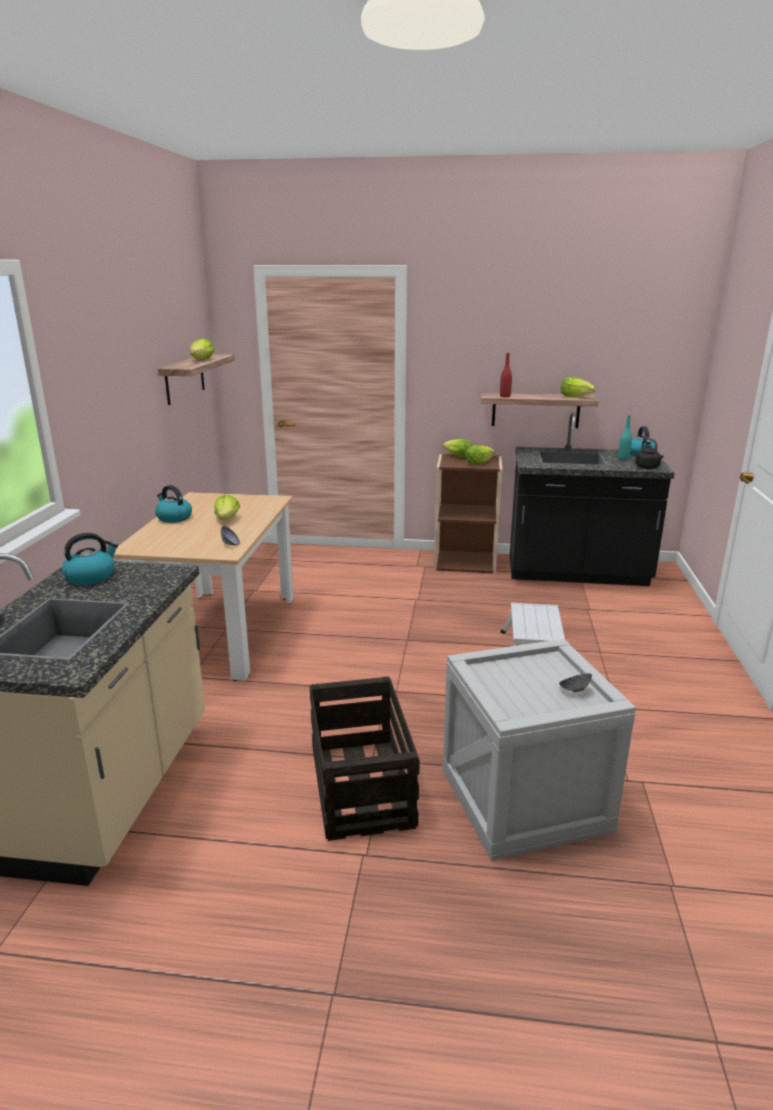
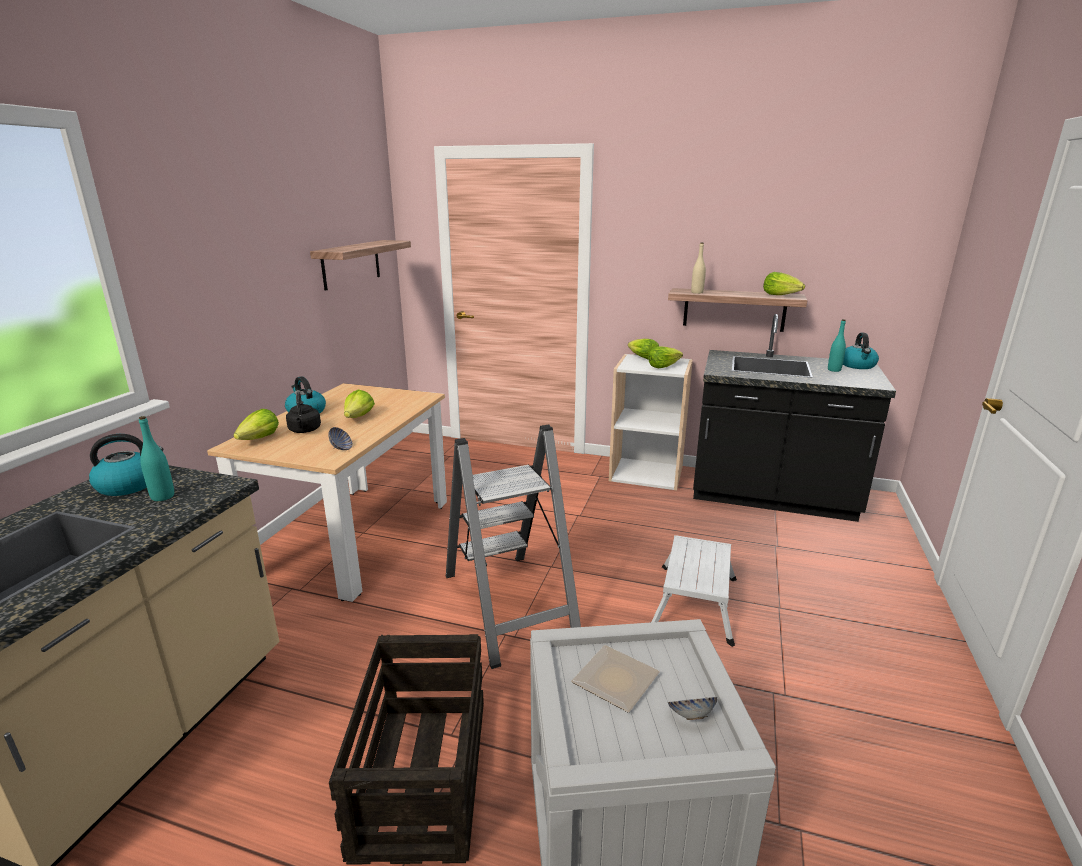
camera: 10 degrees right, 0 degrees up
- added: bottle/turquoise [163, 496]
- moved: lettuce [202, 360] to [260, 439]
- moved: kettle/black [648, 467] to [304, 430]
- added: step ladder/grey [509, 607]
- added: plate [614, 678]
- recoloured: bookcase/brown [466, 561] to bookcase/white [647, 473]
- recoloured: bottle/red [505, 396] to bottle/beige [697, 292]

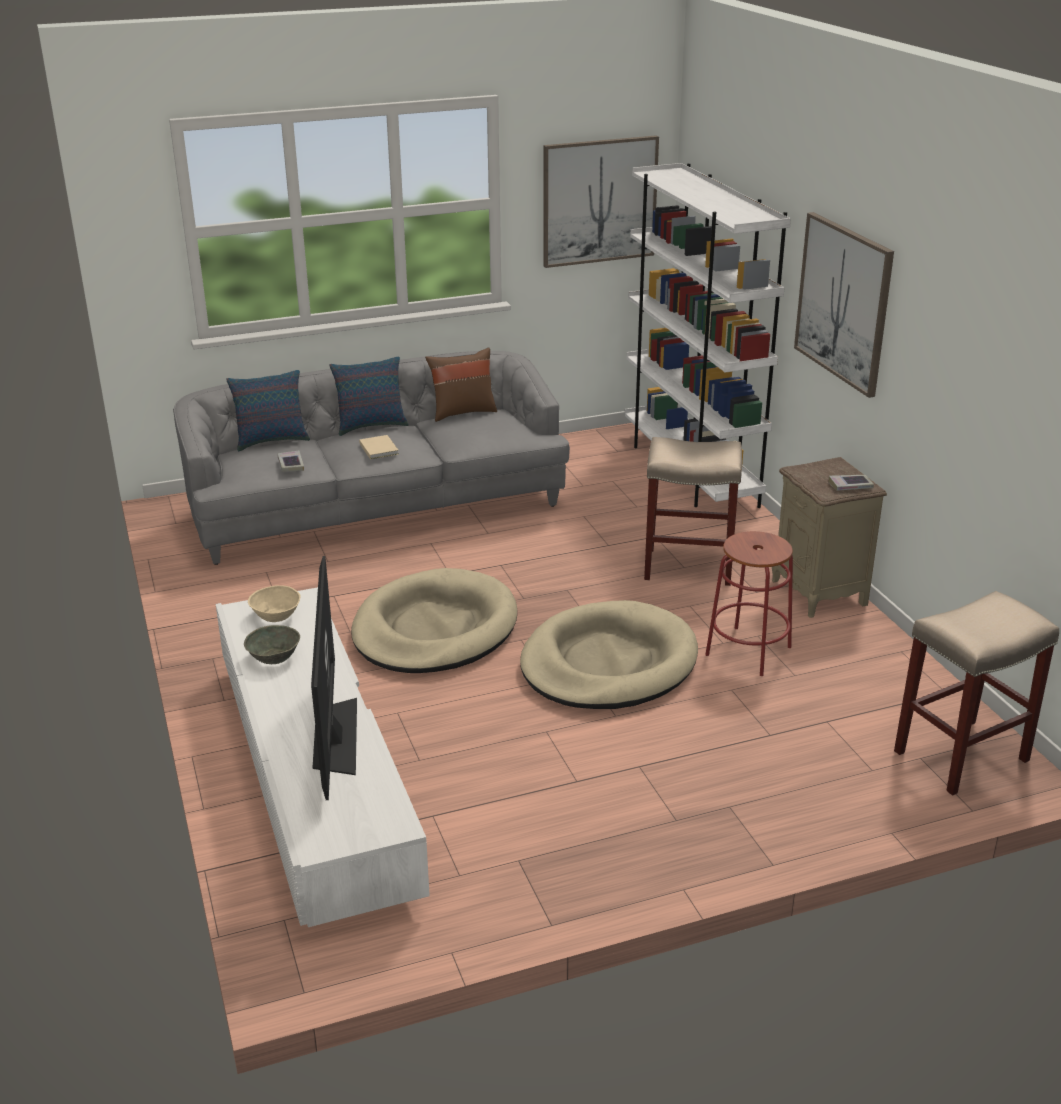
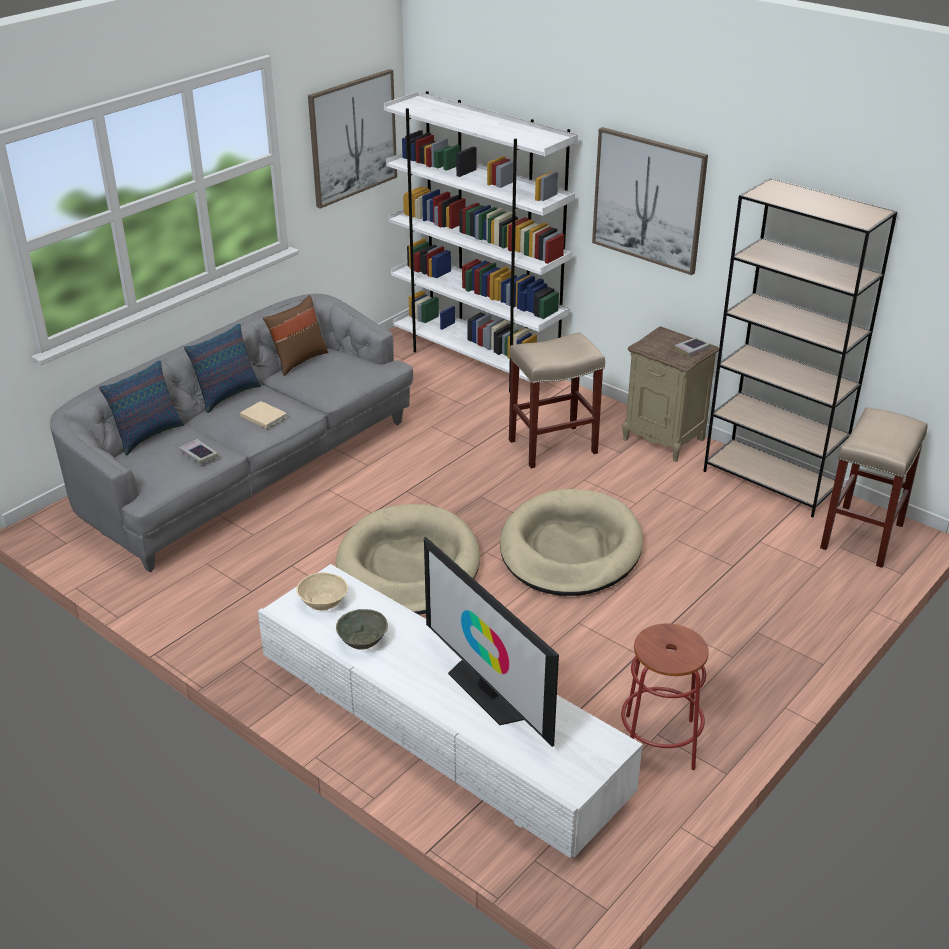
camera: 30 degrees left, 5 degrees up
- moved: stool/red [748, 651] to [659, 741]
- added: bookcase/beige [771, 481]

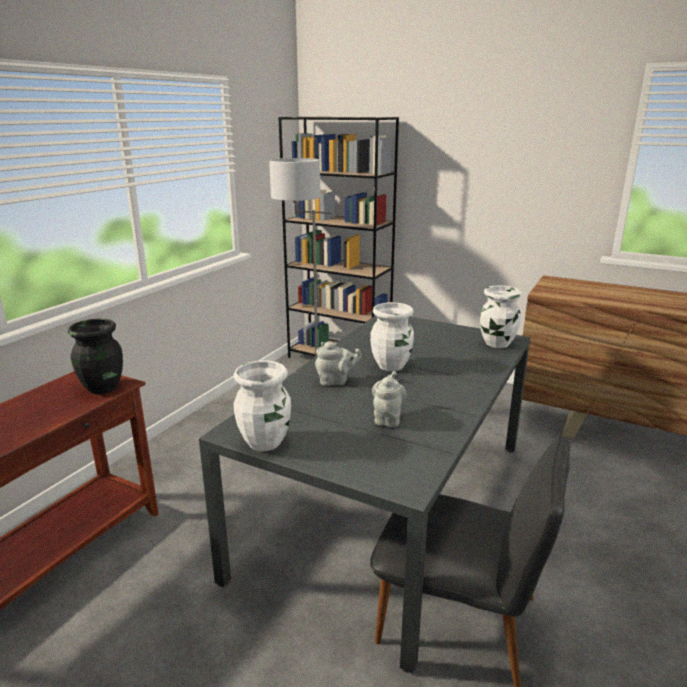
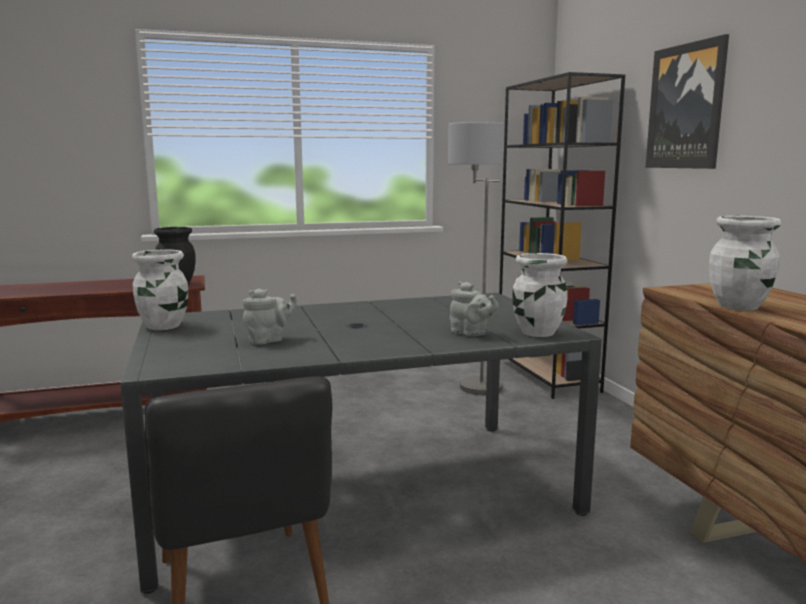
camera: 45 degrees right, 10 degrees down
- moved: teapot/grey [336, 381] to [471, 333]
- added: picture [686, 107]
- moved: vase/white [391, 366] to [739, 306]

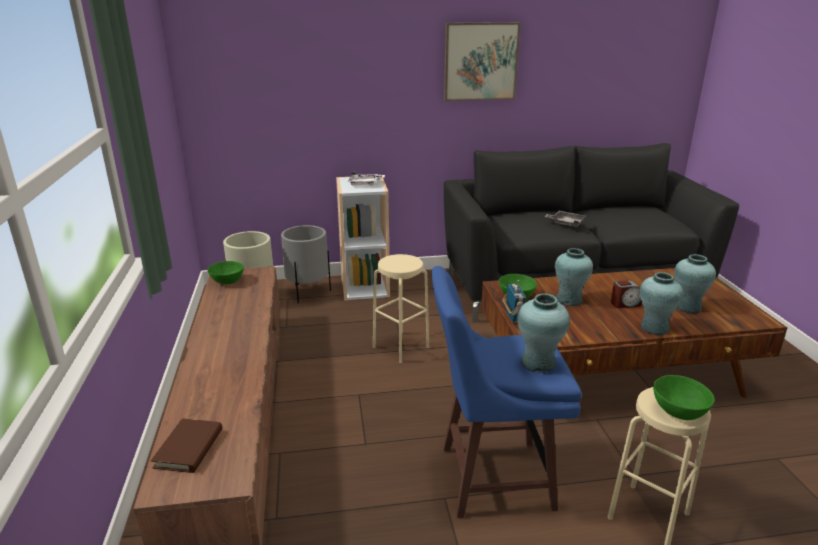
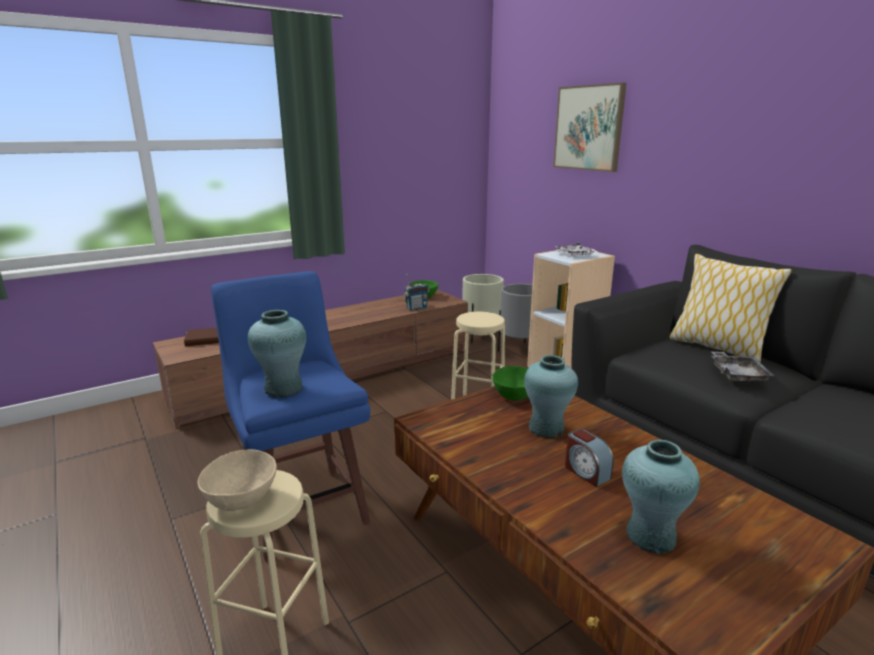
camera: 65 degrees right, 5 degrees down
- recoloured: bowl/green [677, 411] to bowl/beige [243, 499]
- moved: radio [513, 317] to [416, 308]
- moved: picture [480, 61] to [589, 128]
- added: pillow [717, 348]
- removed: vase/turquoise [654, 328]

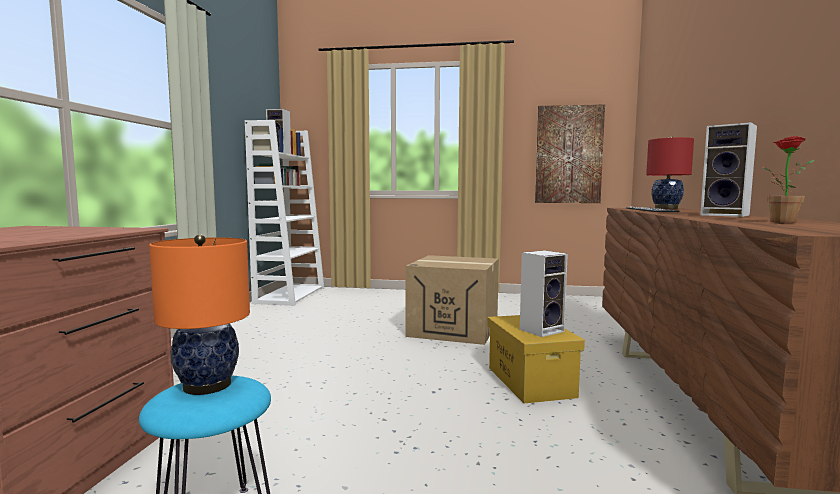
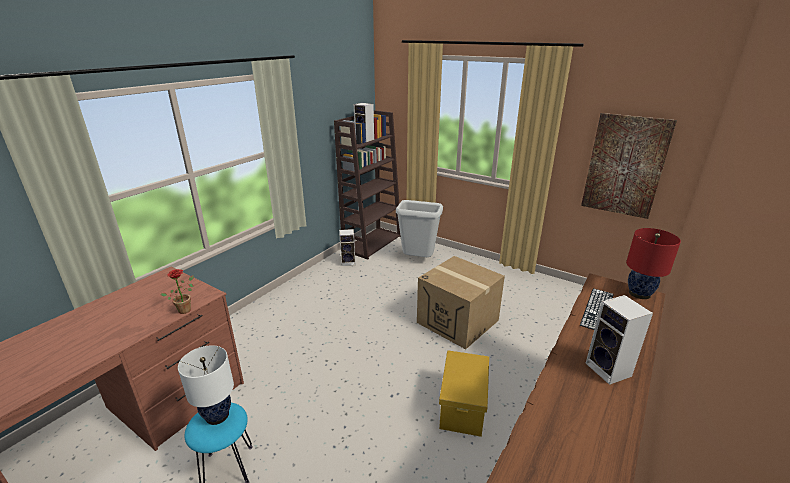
camera: 25 degrees right, 20 degrees up
- moved: potted plant [778, 222] to [186, 309]
- recoloured: table lamp/orange [207, 385] to table lamp/white [217, 415]
- recoloured: bookcase/white [290, 295] to bookcase/brown [372, 243]
- moved: speaker [542, 330] to [349, 262]
- added: trash can/grey [418, 260]

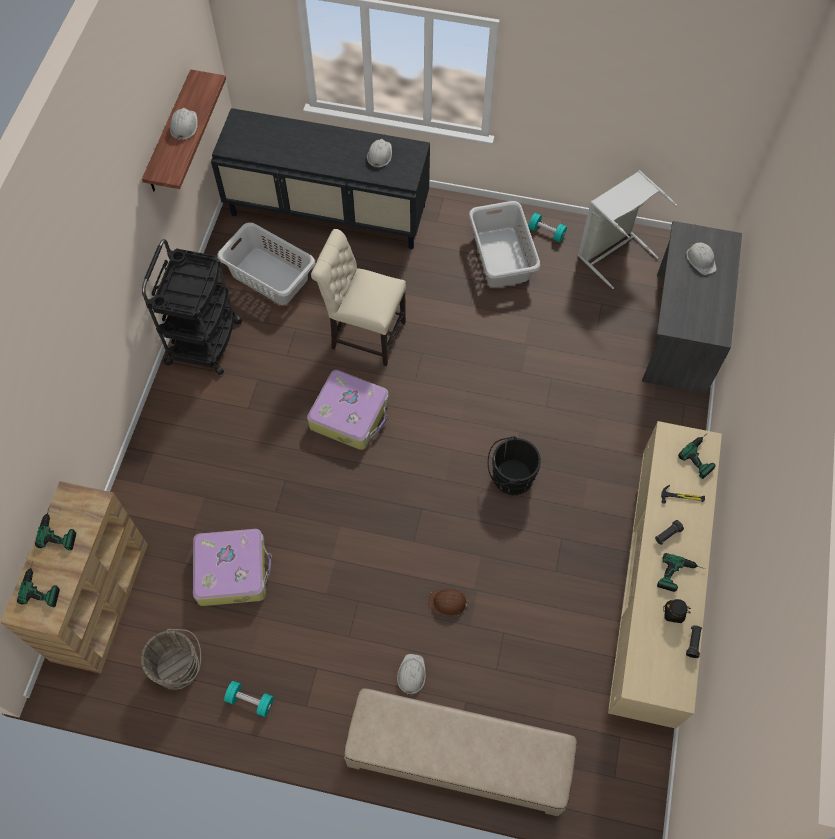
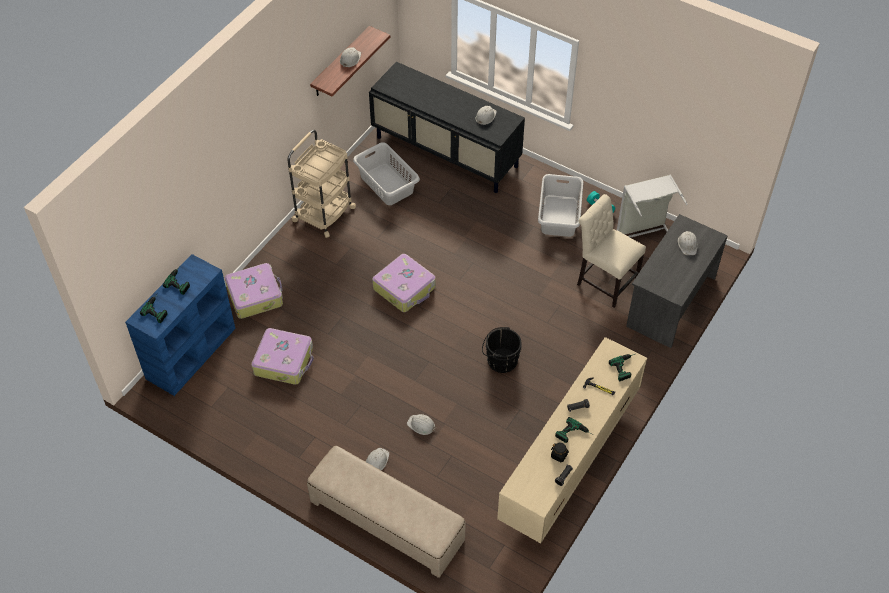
camera: 20 degrees right, 10 degrees down
- recoloured: bookcase/brown [99, 601] to bookcase/blue [190, 353]
- added: suitcase [255, 295]
- recoloured: cart/black [204, 342] to cart/beige [324, 214]
- recoloured: hard hat/brown [448, 603] to hard hat/white [421, 425]
- moved: chair/beige [363, 333] to [604, 281]
- removed: bucket/grey [180, 667]
- removed: dumbbell/turquoise [250, 701]

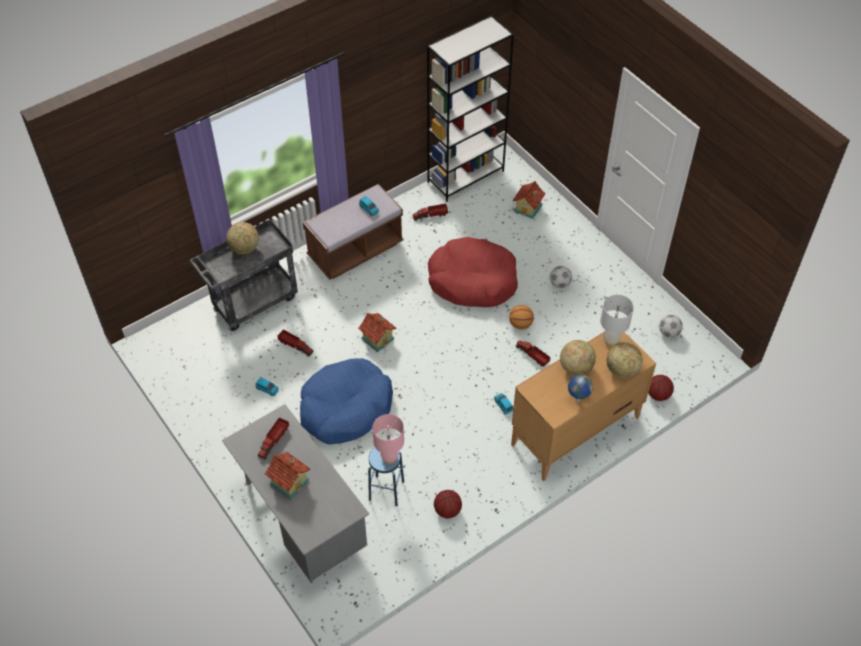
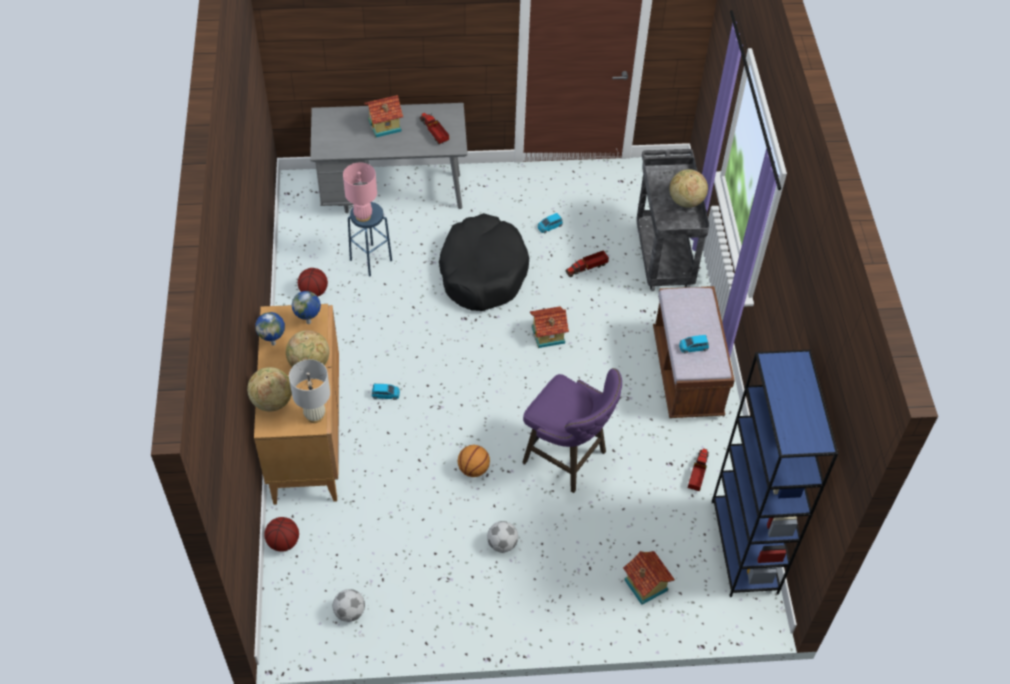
camera: 120 degrees right, 0 degrees up
- added: globe [309, 322]
- recoloured: dog bed/blue [345, 408] to dog bed/black [482, 272]
- replaced: dog bed/red [472, 280] to stool/purple [568, 459]
- recoloured: bookcase/white [465, 176] to bookcase/blue [745, 547]
- removed: toy truck [533, 355]

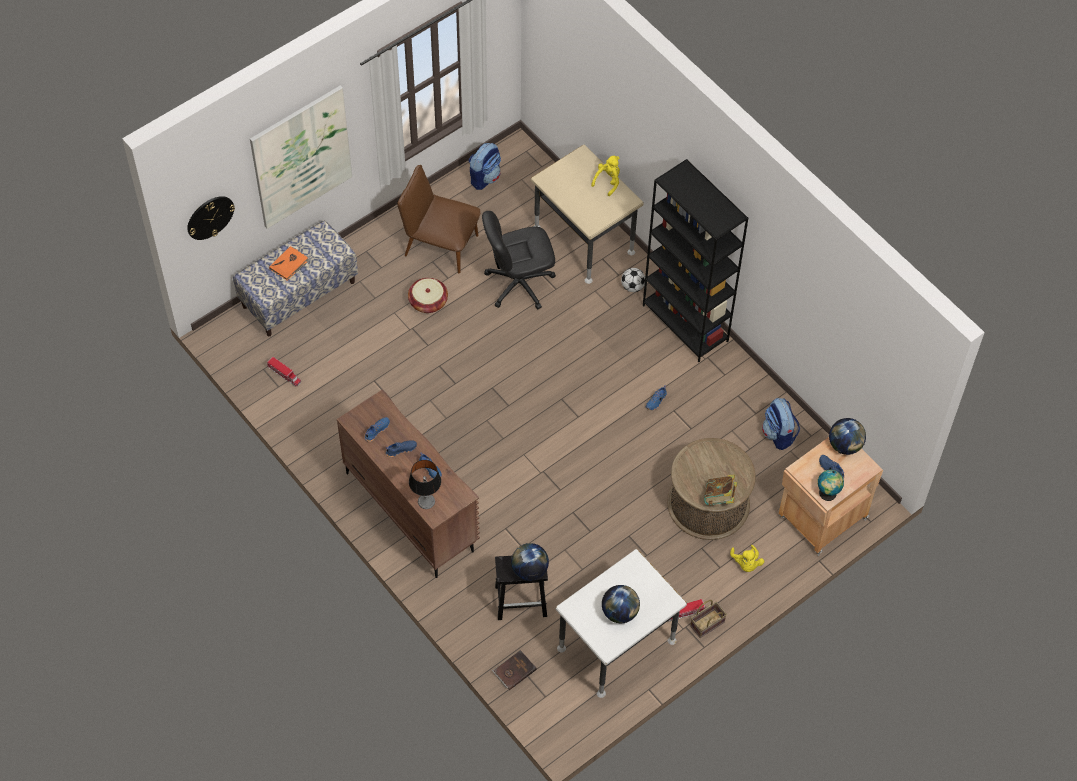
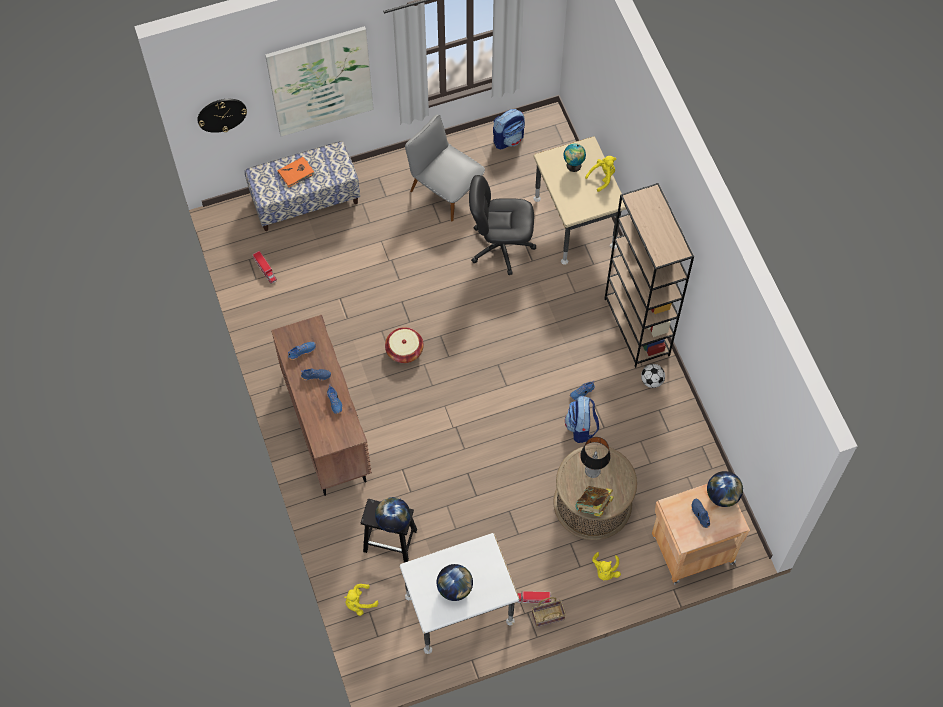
camera: 20 degrees right, 5 degrees up
- replaced: book/brown [514, 670] to plush toy/yellow [359, 603]
- moved: basket [428, 302] to [404, 350]
- recoloured: chair/brown [441, 245] to chair/grey [446, 191]
- moved: globe [827, 494] to [573, 166]
- moved: backpack [778, 434] to [581, 427]
- moved: table lamp [426, 501] to [592, 470]
- recoloured: bookcase/black [686, 323] to bookcase/beige [637, 327]
- moved: football [632, 286] to [651, 381]

